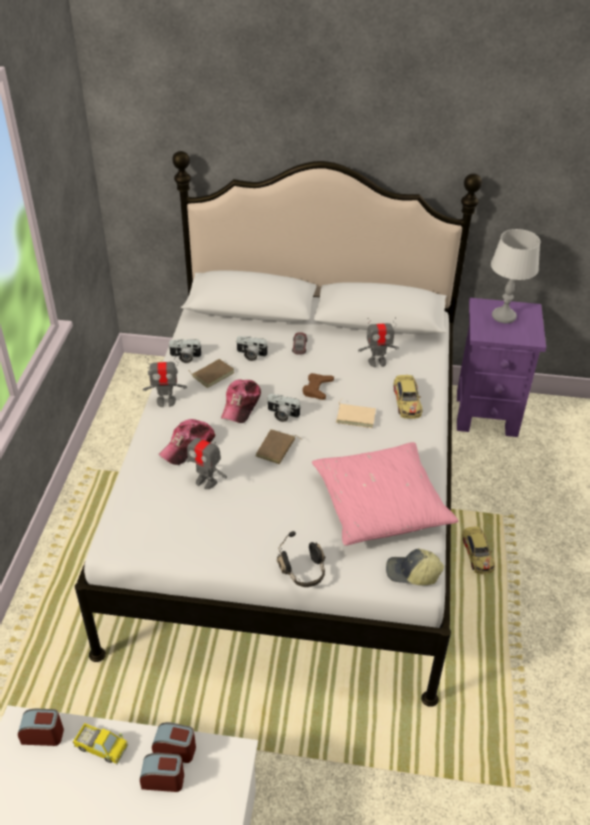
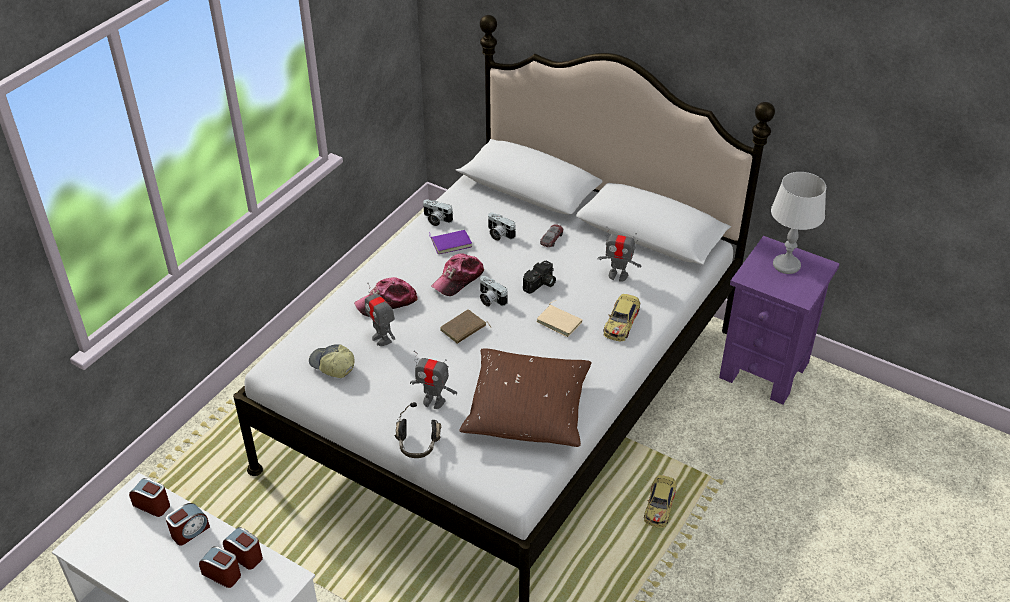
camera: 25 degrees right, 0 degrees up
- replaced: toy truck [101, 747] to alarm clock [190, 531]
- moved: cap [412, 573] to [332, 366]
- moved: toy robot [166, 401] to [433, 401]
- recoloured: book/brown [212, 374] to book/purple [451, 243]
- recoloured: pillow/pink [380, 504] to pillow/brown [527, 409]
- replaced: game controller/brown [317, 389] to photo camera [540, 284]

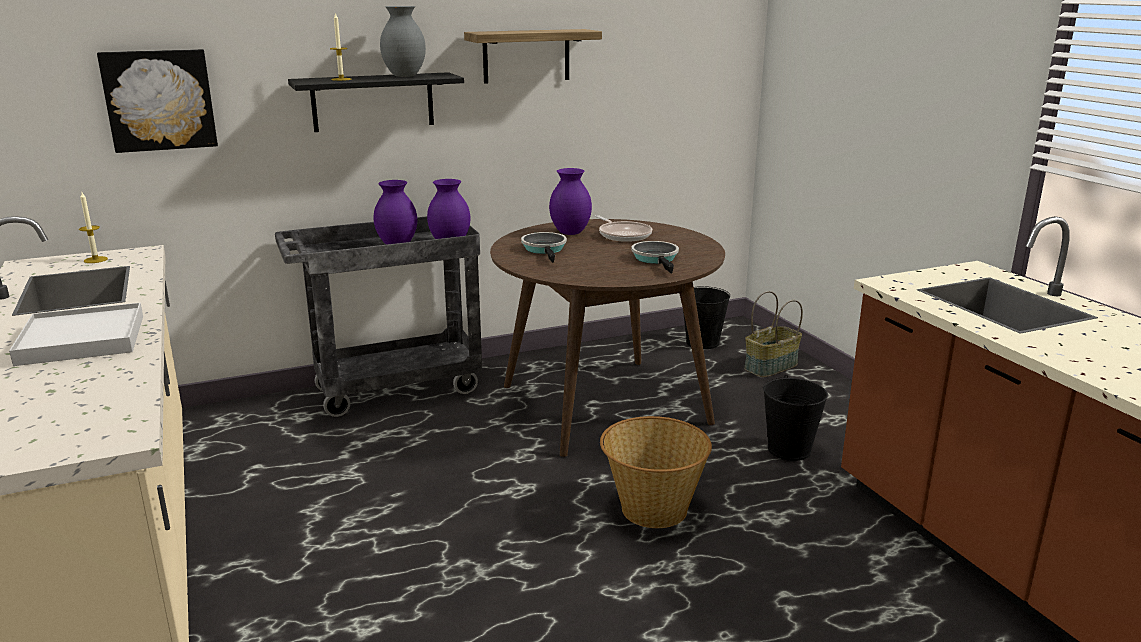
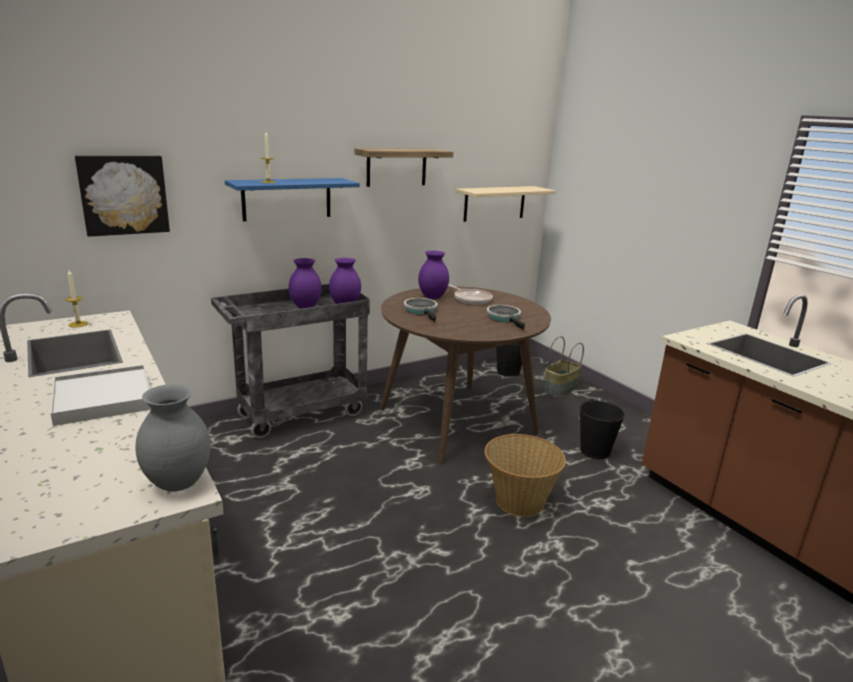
camera: 10 degrees left, 0 degrees up
- moved: vase/grey [405, 76] to [179, 483]
- recoloured: shelf/black [373, 102] to shelf/blue [287, 199]
- added: shelf/beige [494, 203]

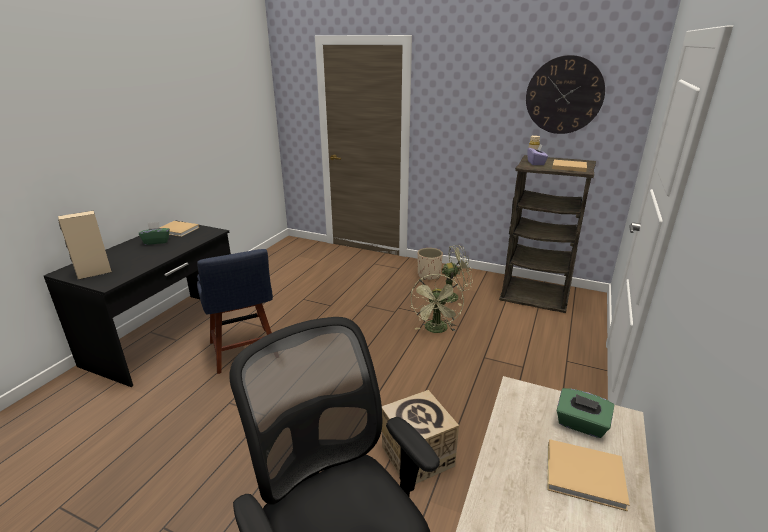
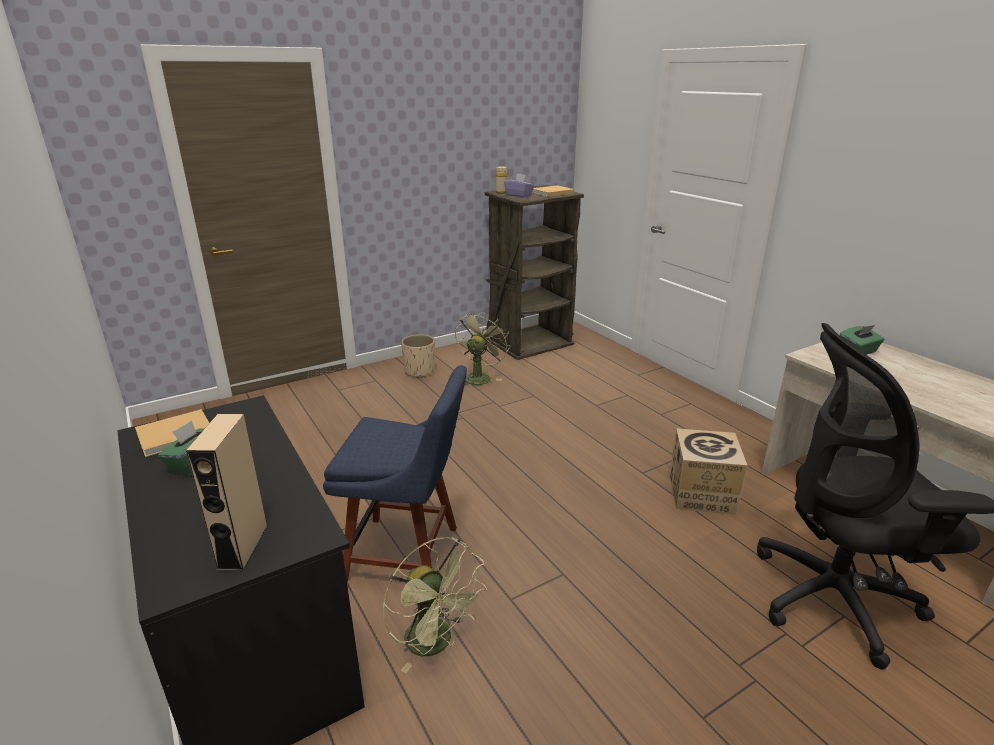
camera: 55 degrees left, 0 degrees up
- moved: fan/green [436, 330] to [436, 643]
- removed: wall clock [564, 95]
- removed: book/beige [587, 476]

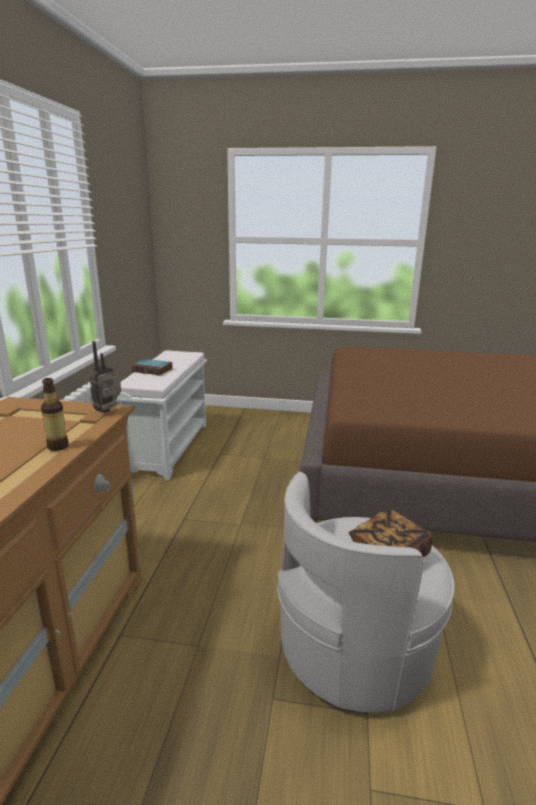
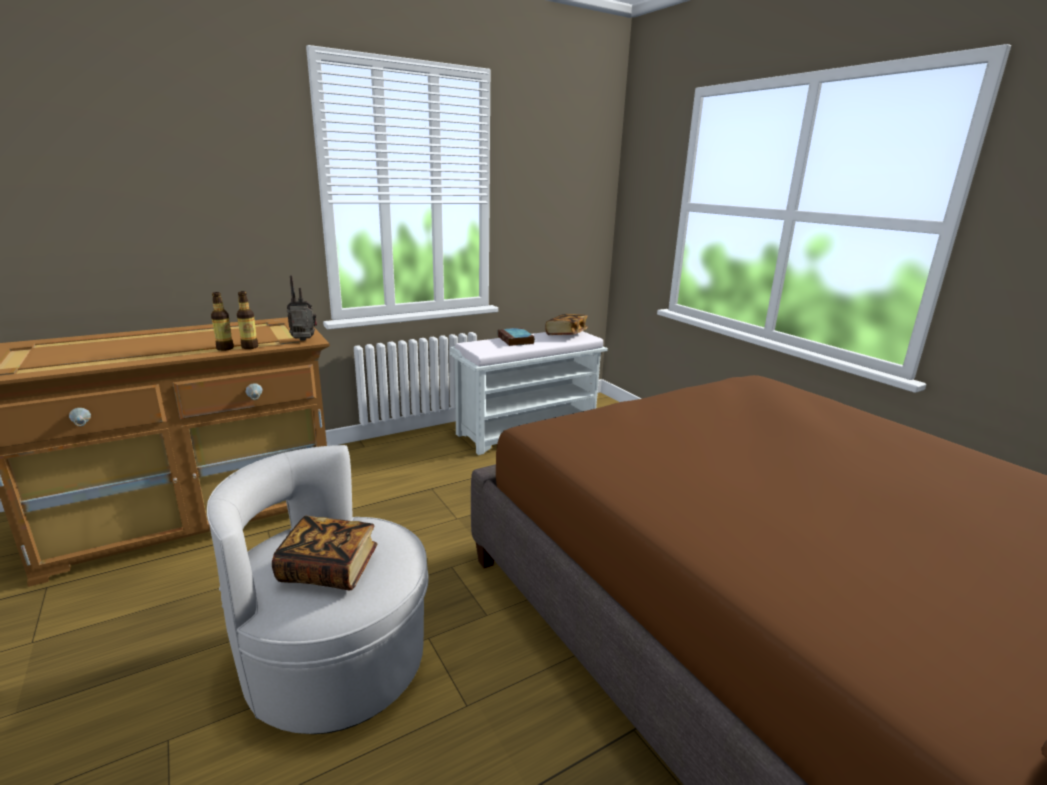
camera: 50 degrees right, 0 degrees up
- added: bottle [250, 347]
- added: book [566, 334]

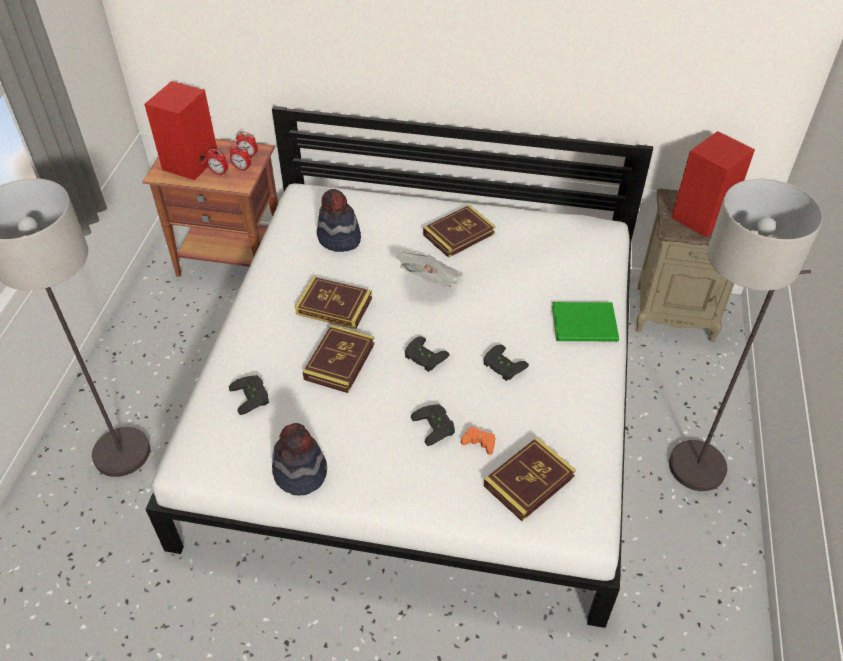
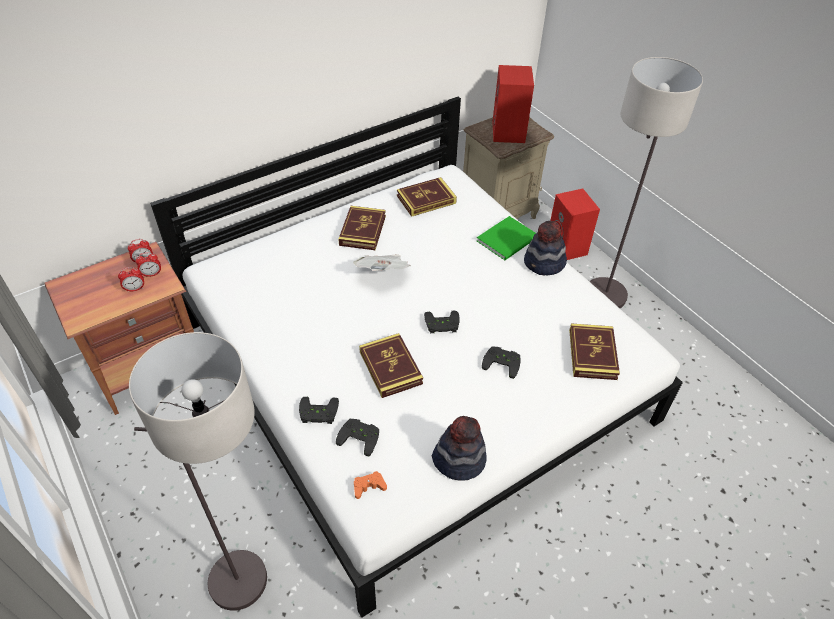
camera: 45 degrees left, 0 degrees up
- moved: game controller/black [502, 366] to [318, 414]
- moved: game controller/orange [479, 443] to [369, 486]
- moved: book [334, 306] to [426, 199]
- moved: hat [339, 239] to [544, 264]
- moved: speaker/red [191, 164] to [567, 248]

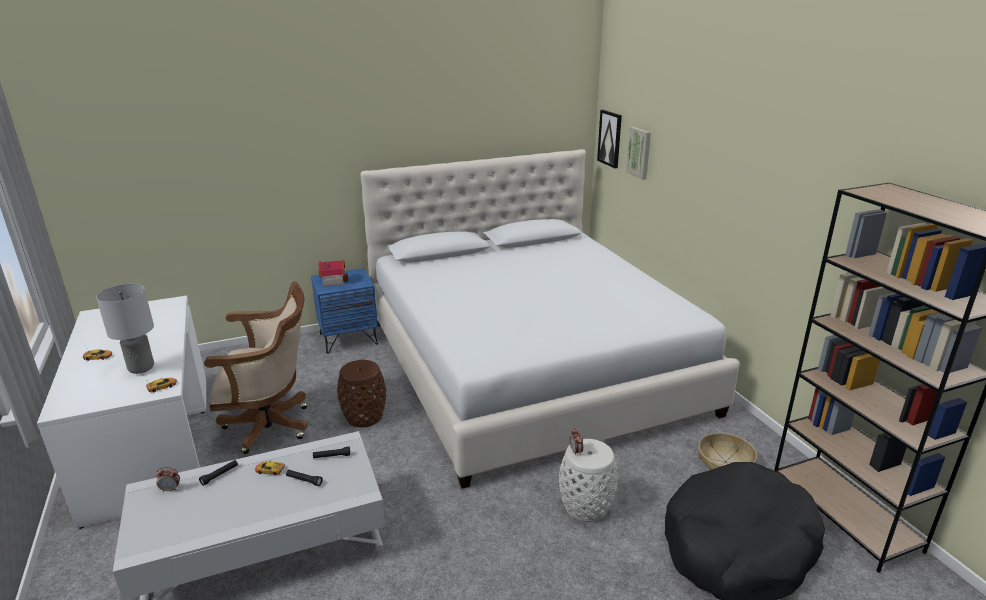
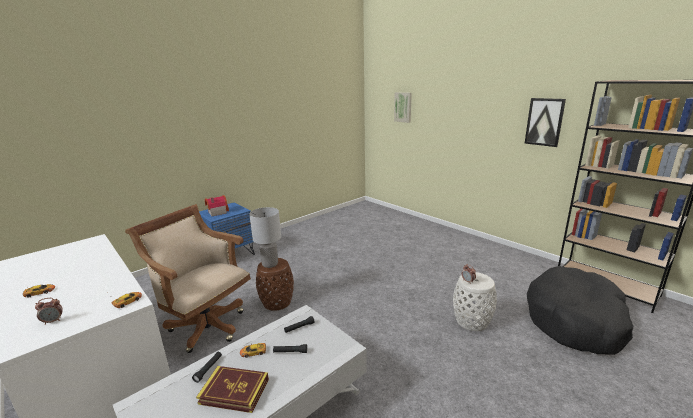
camera: 20 degrees left, 5 degrees down
- moved: alarm clock [171, 489] to [53, 321]
- turned: office chair [272, 426] = [205, 326] 120 degrees counterclockwise
- added: book [234, 391]
- moved: table lamp/grey [142, 369] to [270, 265]
- moved: picture [610, 138] to [544, 122]
- removed: bed/white [529, 364]
- removed: basket [725, 462]

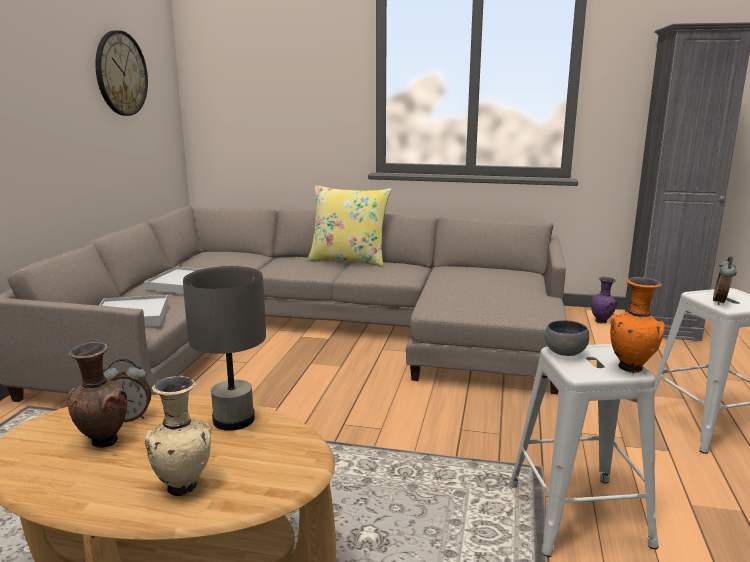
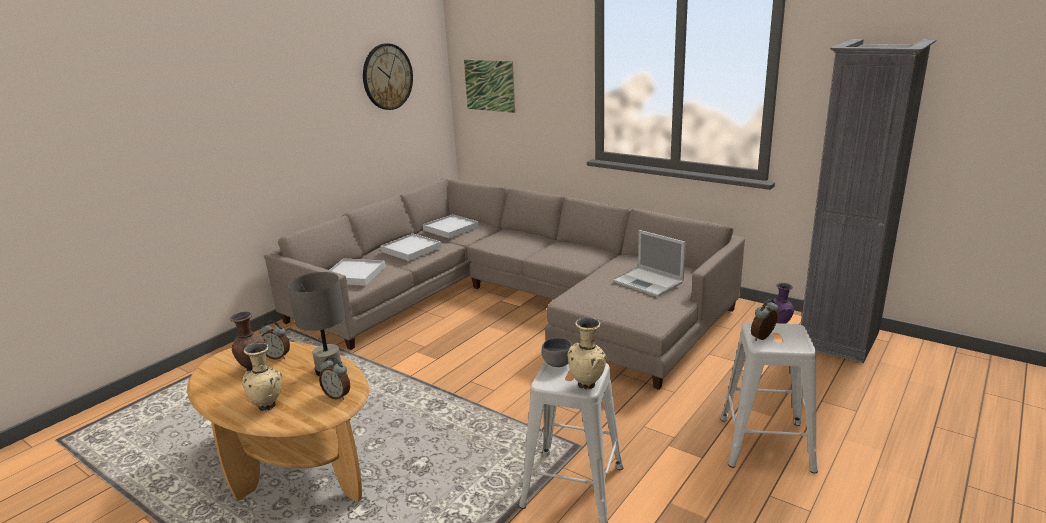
camera: 25 degrees right, 5 degrees up
- added: alarm clock [337, 396]
- added: tray/white [451, 229]
- added: picture [489, 85]
- recoloured: vase/orange [631, 368] to vase/beige [588, 385]
- added: laptop [649, 282]
- removed: pillow/yellow [348, 260]

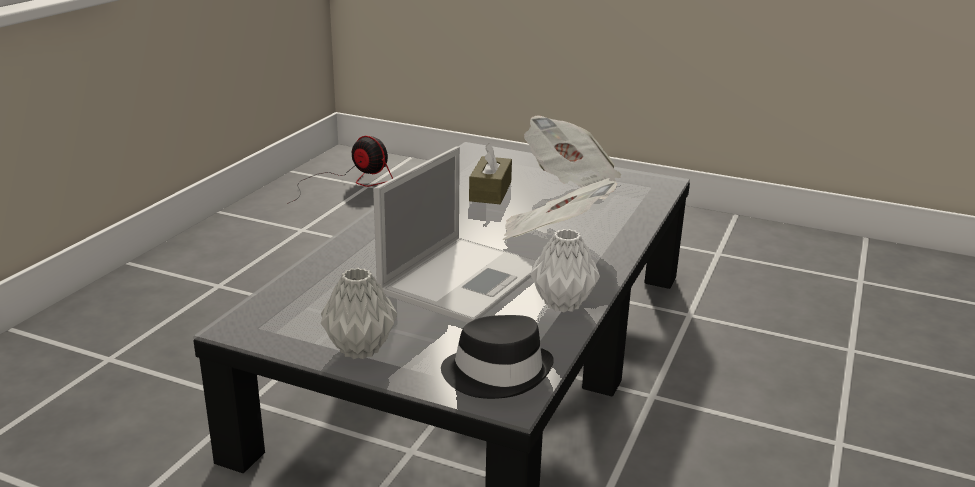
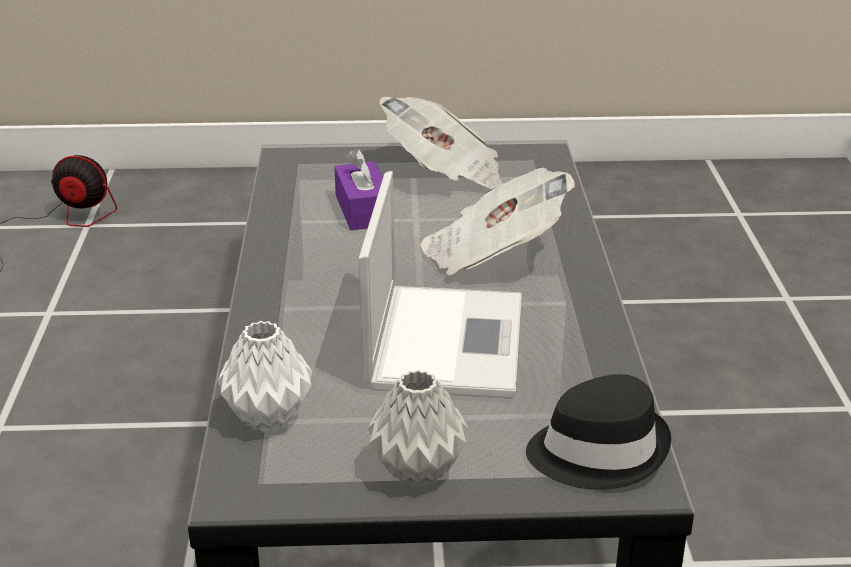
camera: 25 degrees left, 5 degrees up
- moved: vase/white [563, 304] to [270, 419]
- recoloured: tissue box/brown [490, 191] to tissue box/purple [363, 210]

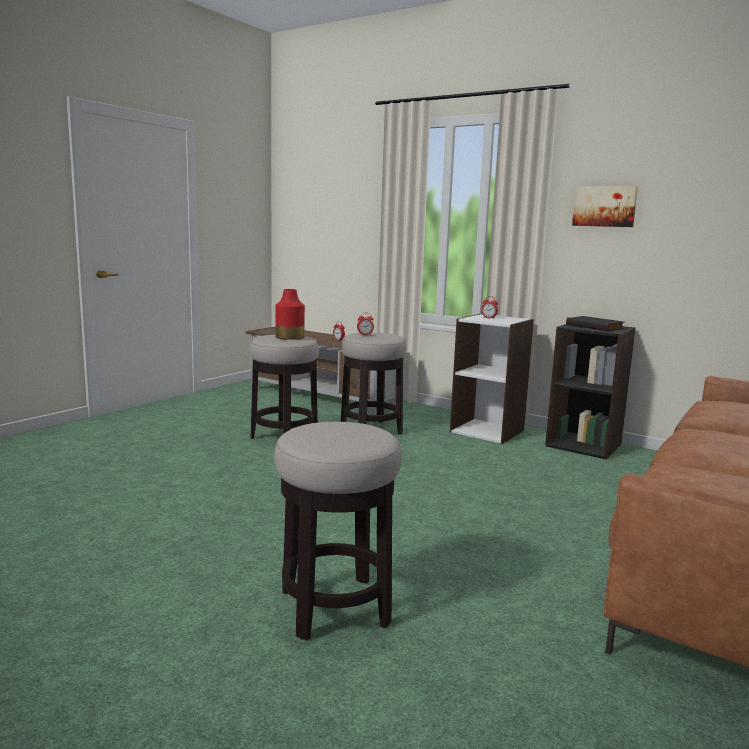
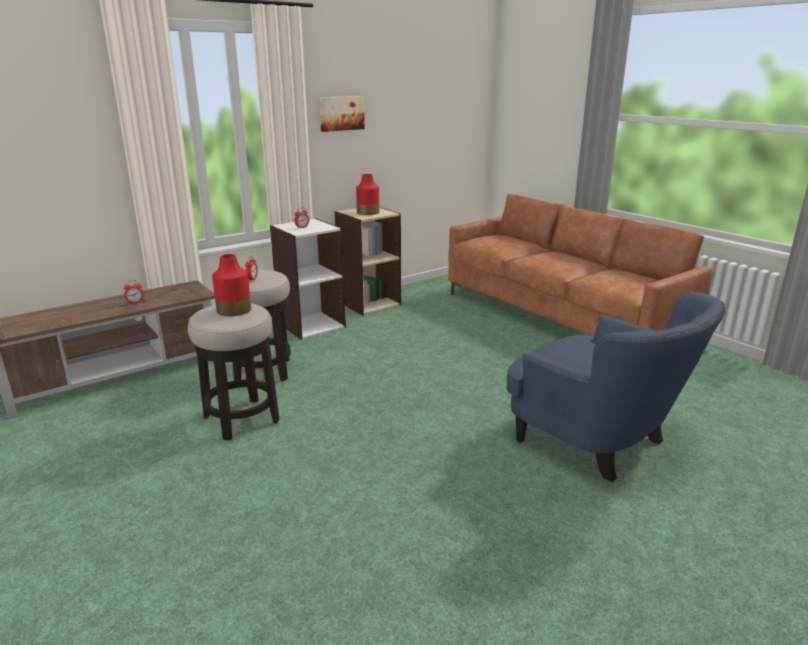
camera: 70 degrees left, 10 degrees up
- recoloured: bookcase/black [584, 445] to bookcase/beige [369, 303]
- replaced: book/black [595, 327] to vase/red [368, 212]
- replaced: stool [334, 607] to armchair/blue [598, 442]

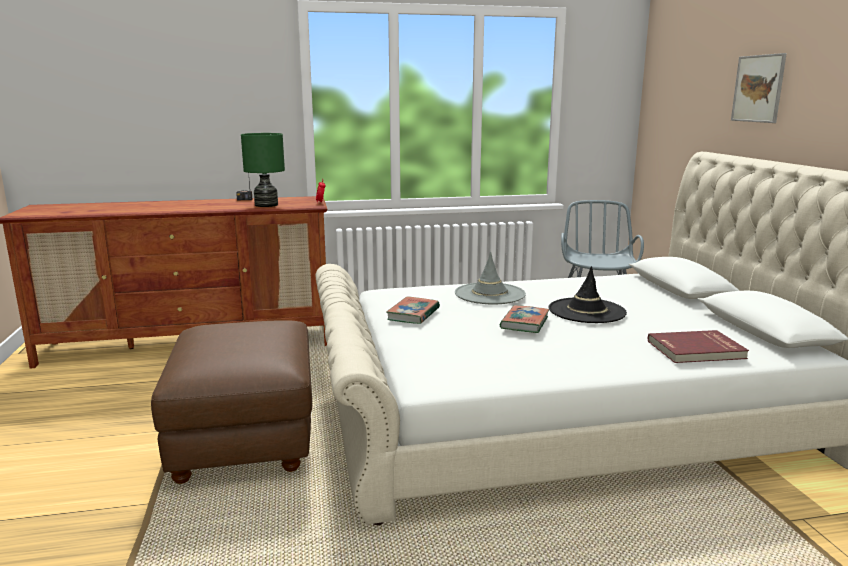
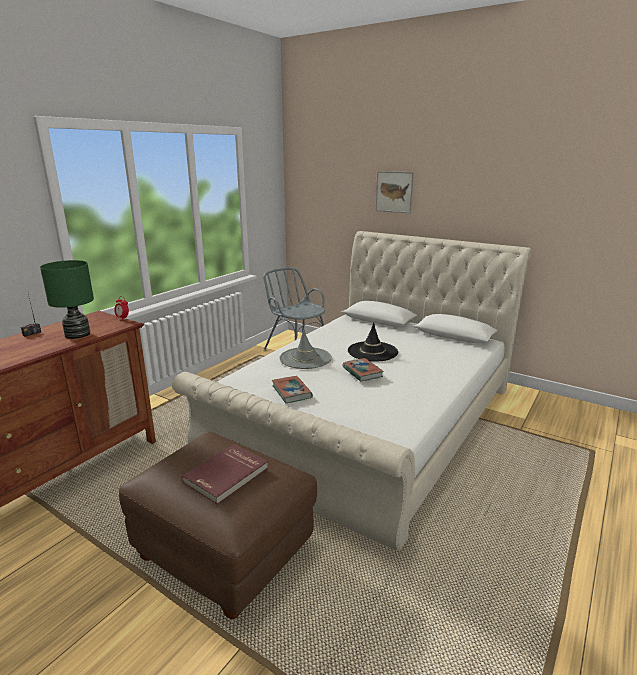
camera: 45 degrees left, 5 degrees up
- moved: book/red [696, 350] to [227, 475]

